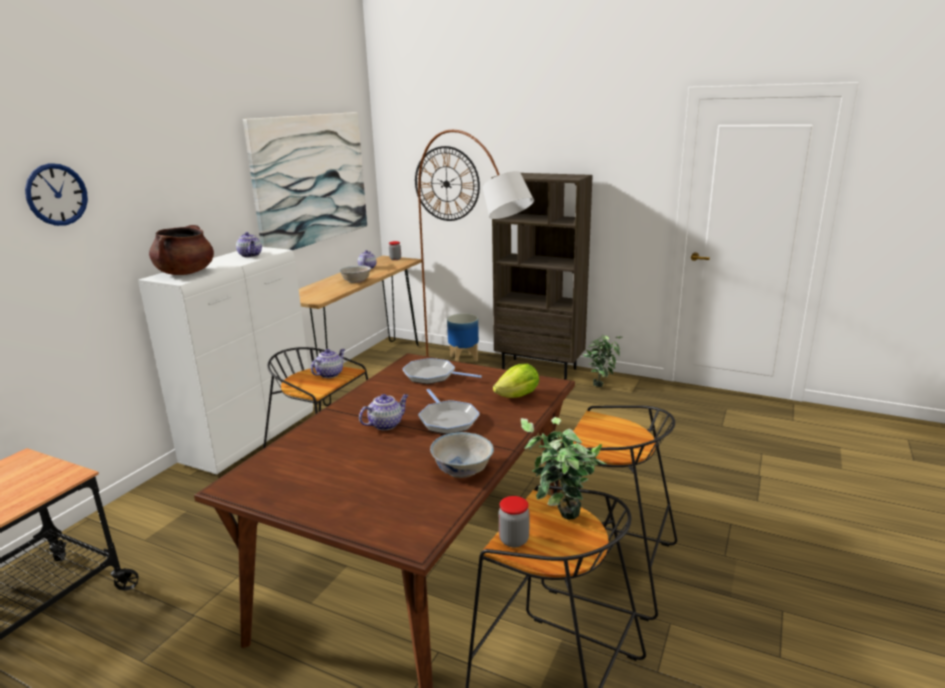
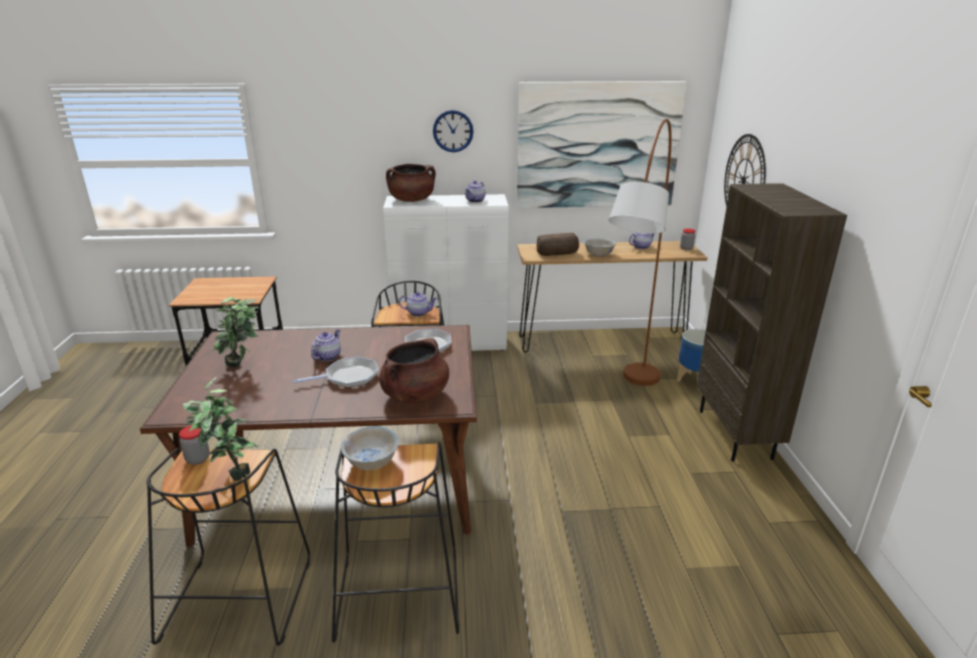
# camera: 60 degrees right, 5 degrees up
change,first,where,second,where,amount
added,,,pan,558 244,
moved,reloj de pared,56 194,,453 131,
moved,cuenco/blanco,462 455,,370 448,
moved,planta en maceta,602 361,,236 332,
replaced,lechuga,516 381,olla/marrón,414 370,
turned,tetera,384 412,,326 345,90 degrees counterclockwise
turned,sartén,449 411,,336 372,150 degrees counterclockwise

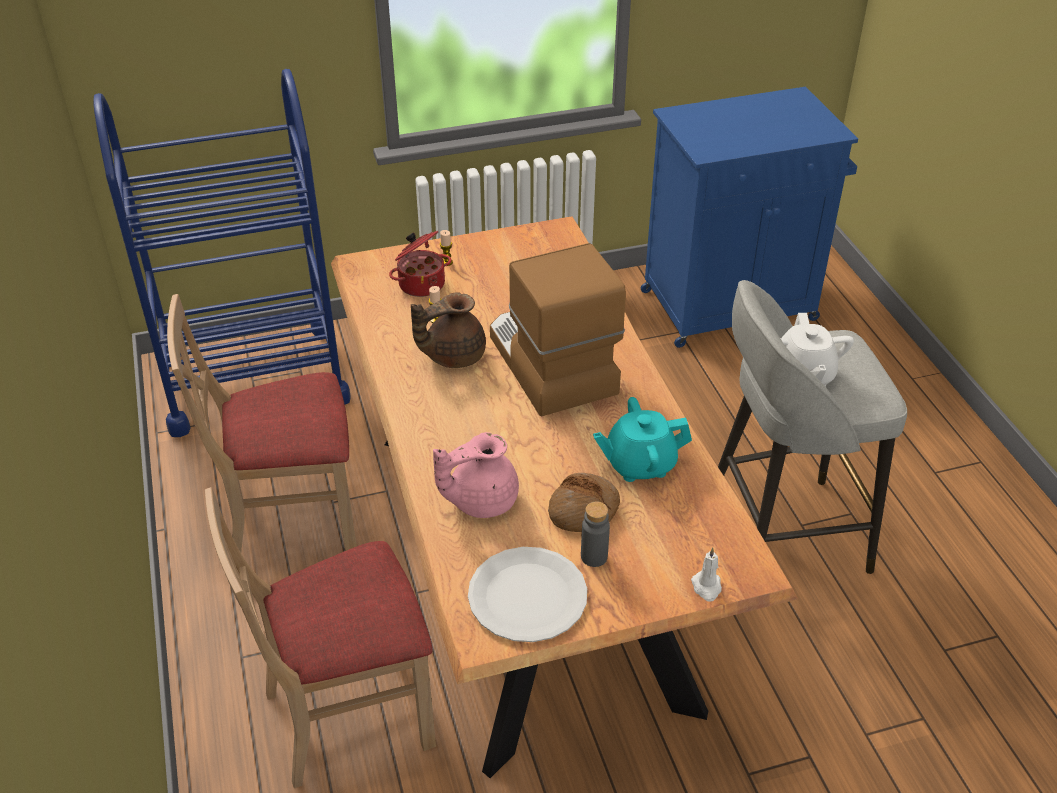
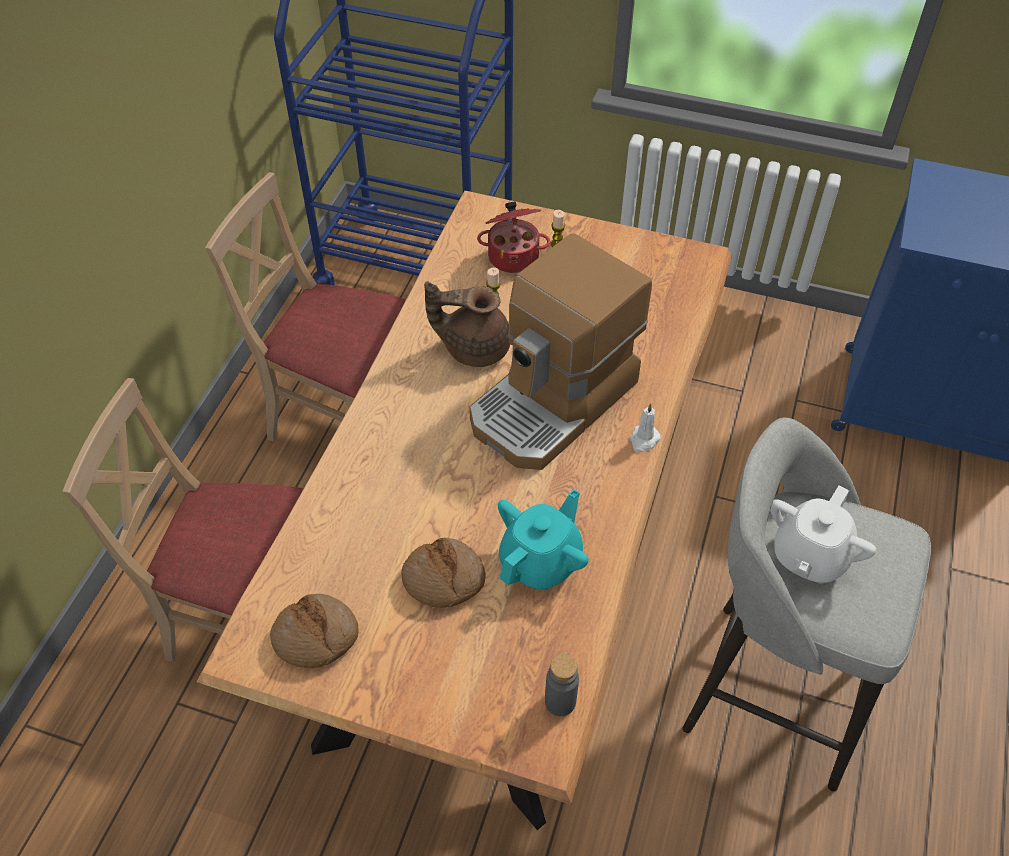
# camera: 35 degrees right, 10 degrees up
change,first,where,second,where,amount
removed,tetera/rosa,476 475,,,
moved,botella/gris,595 534,,562 685,
moved,vela/blanco,706 574,,645 427,
replaced,plato/blanco,527 594,pan,314 631,
turned,cafetera,558 329,,560 351,150 degrees counterclockwise
turned,tetera/turquesa,642 439,,543 539,105 degrees clockwise

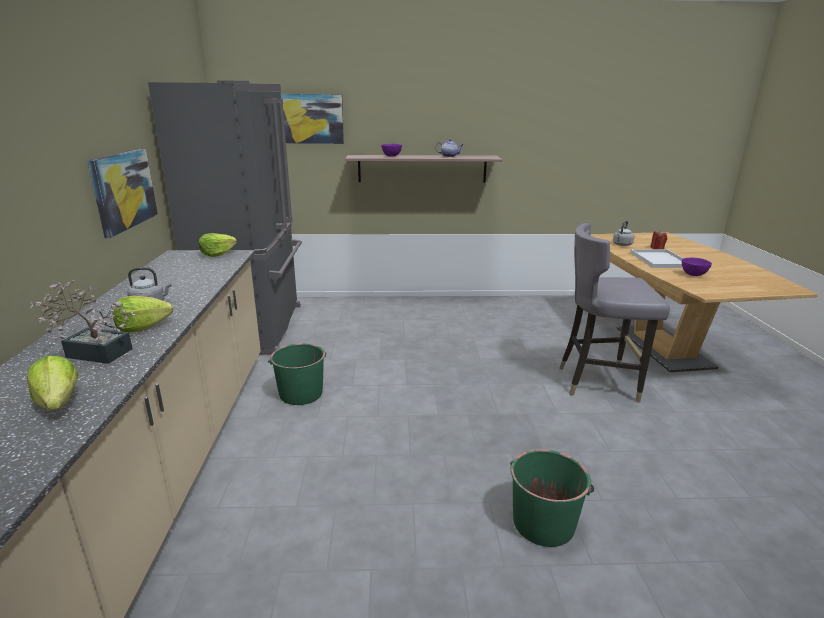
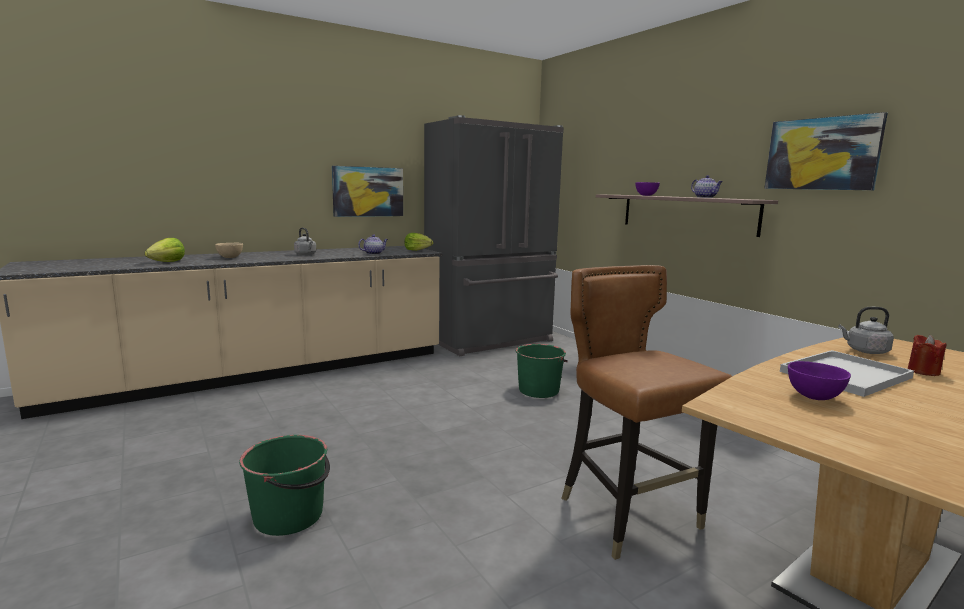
# camera: 60 degrees right, 10 degrees down
change,first,where,second,where,amount
removed,lechuga,142 314,,,
added,,,tetera,373 244,
moved,cubo/verde,297 374,,542 371,
moved,cuadro,312 119,,826 151,
replaced,planta en maceta,83 322,cuenco/beis,229 250,
recoloured,silla/gris,614 313,silla/marrón,646 412,

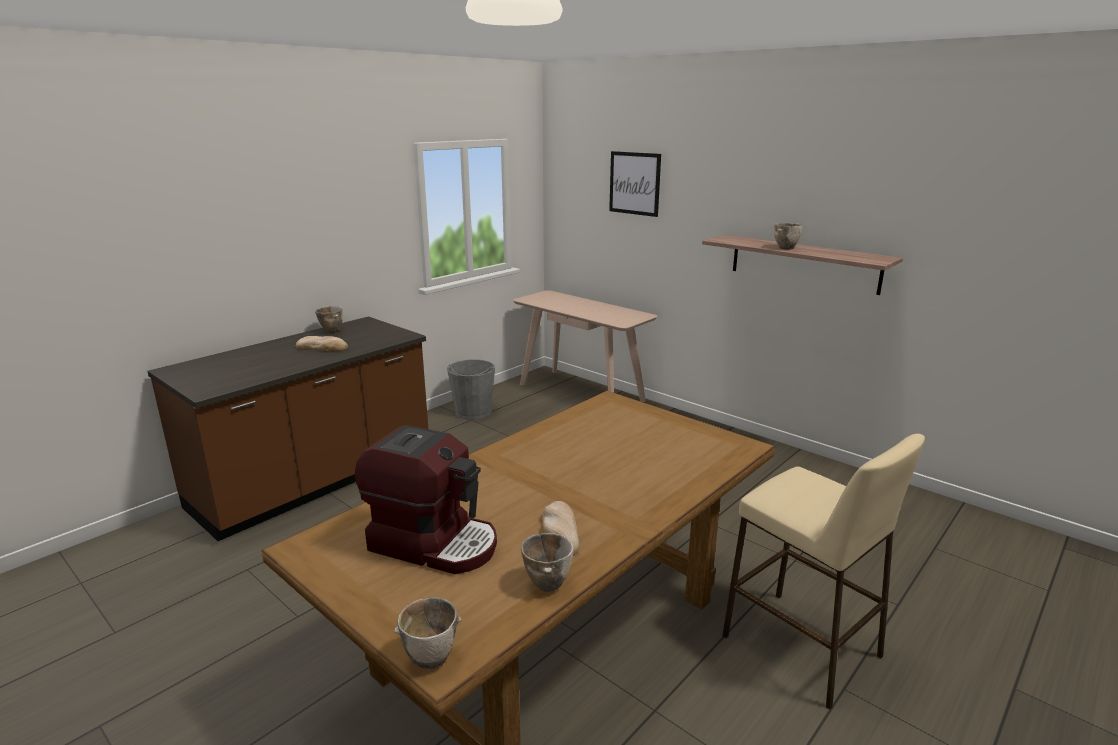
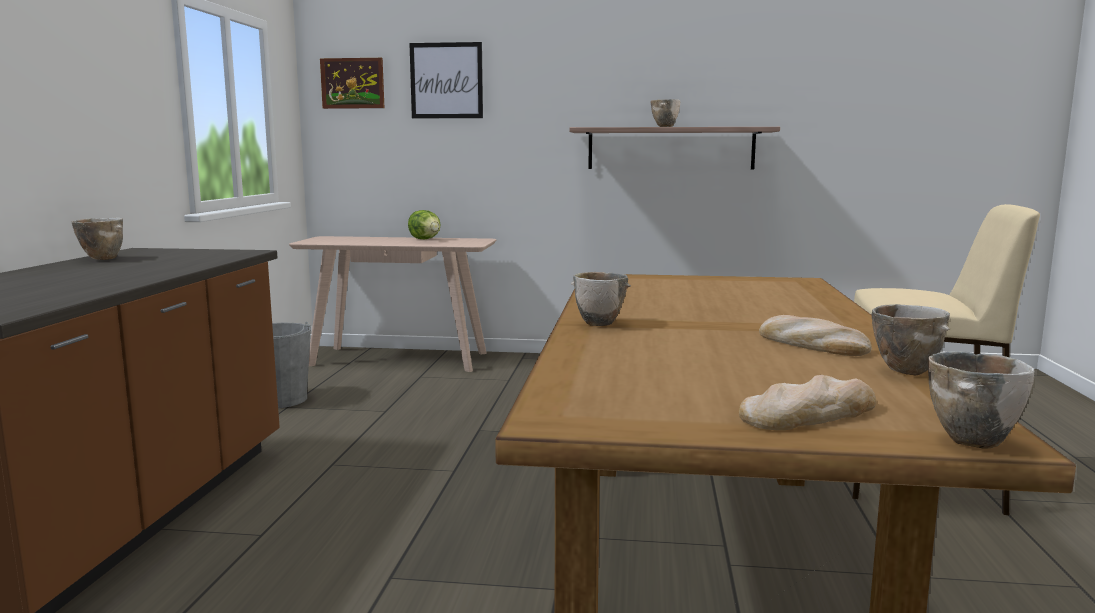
# camera: 35 degrees left, 10 degrees down
change,first,where,second,where,amount
removed,cafetera,426 499,,,
added,,,cuadro,352 83,
added,,,lechuga,424 224,
added,,,cuenco,601 299,
moved,pan,322 343,,807 402,

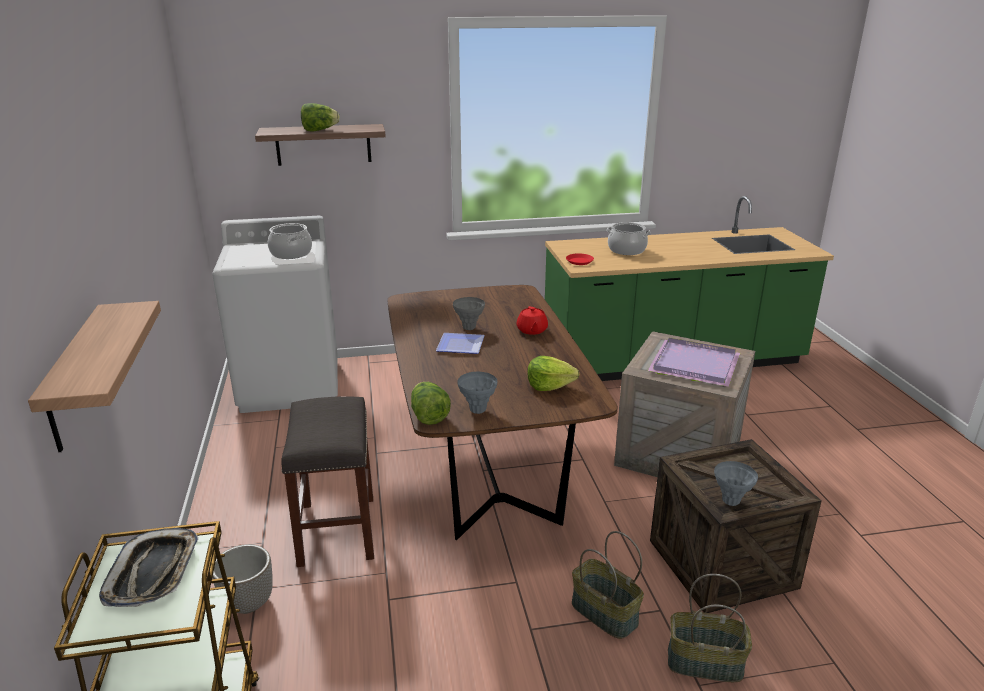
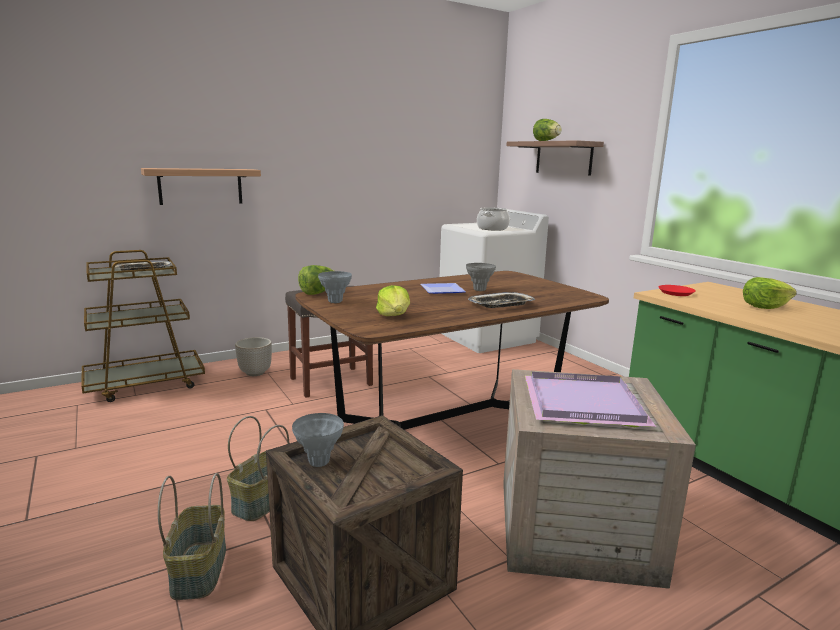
# camera: 70 degrees right, 10 degrees down
change,first,where,second,where,amount
replaced,tetera/rojo,532 320,bandeja,501 300,
replaced,olla,628 238,lechuga,770 293,

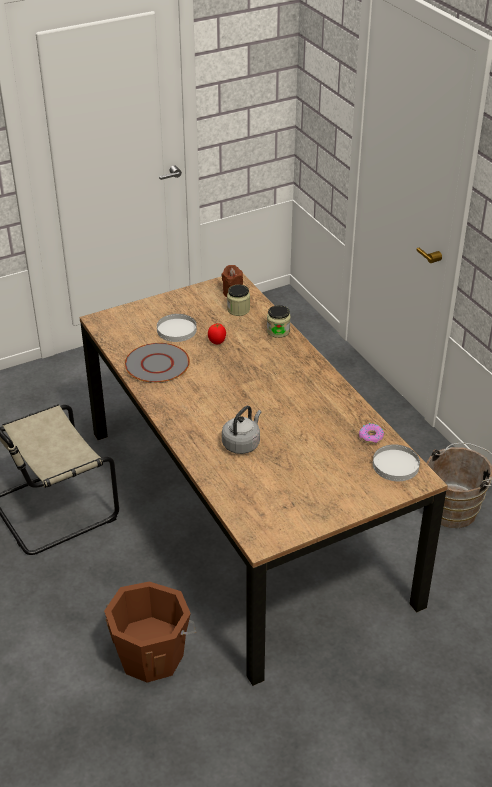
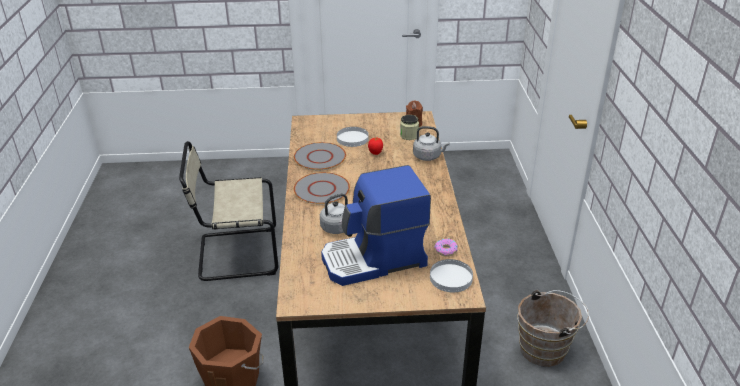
# camera: 25 degrees right, 5 degrees down
change,first,where,second,where,amount
added,,,plato/gris,322 188,
added,,,cafetera,376 225,
replaced,tarro,279 321,hervidor/gris,431 143,

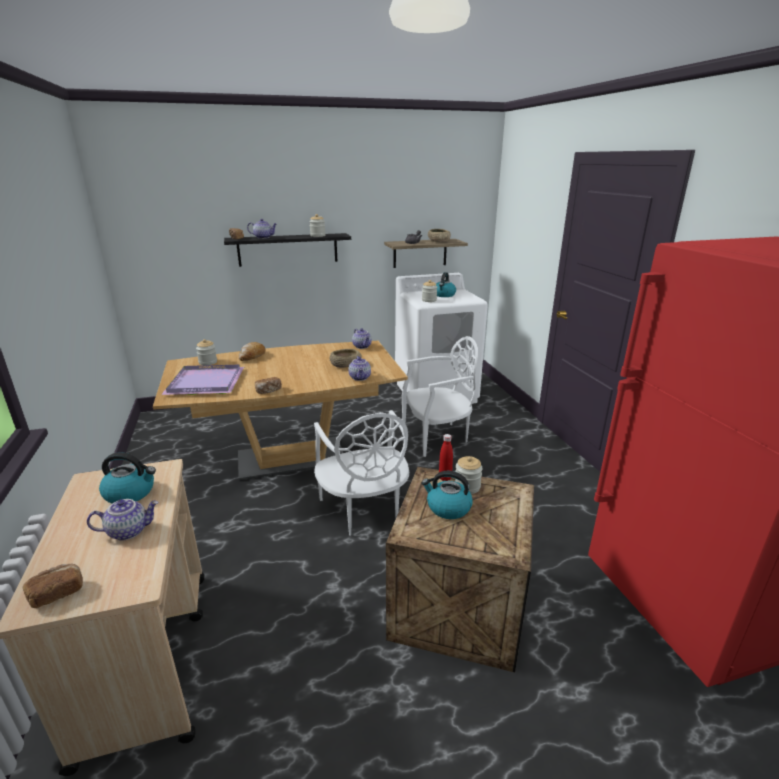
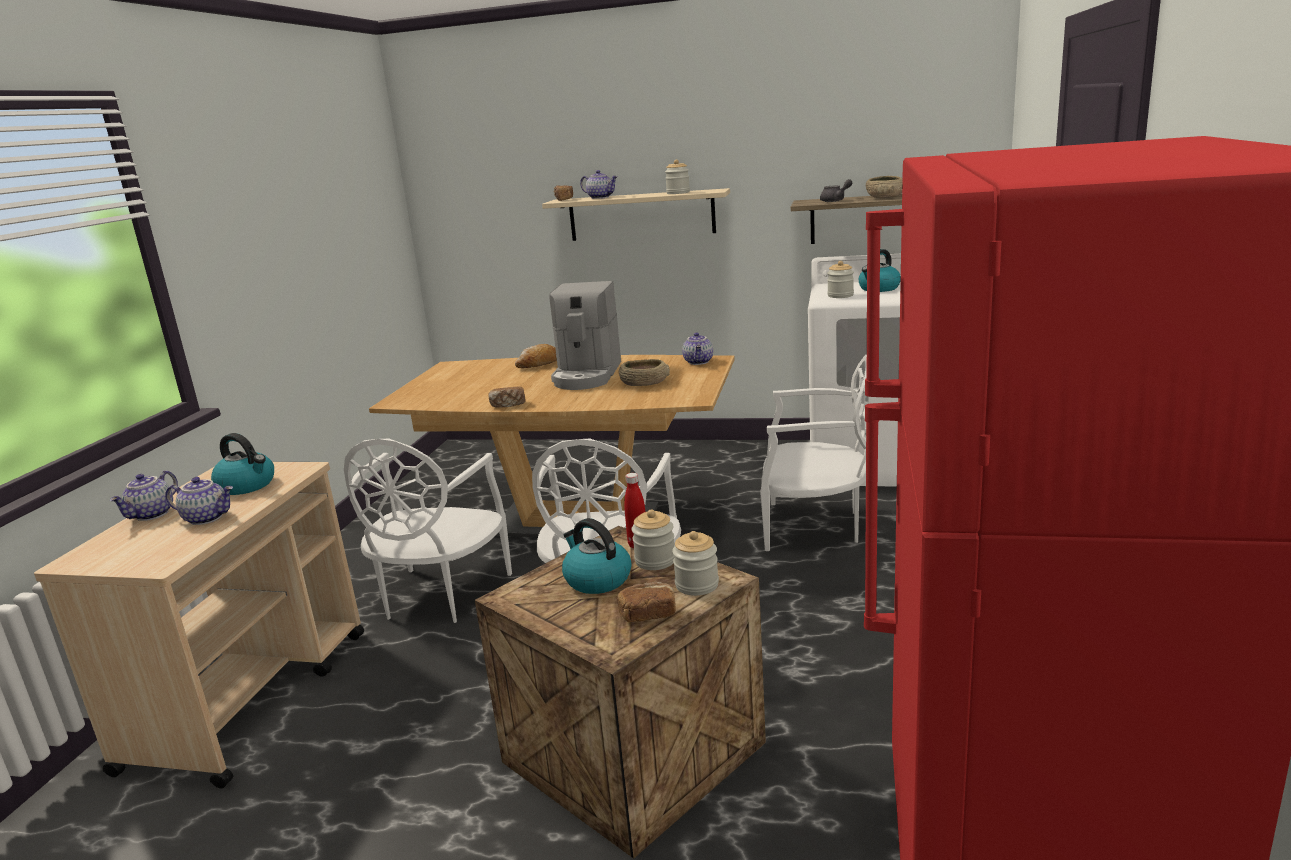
# camera: 30 degrees right, 5 degrees down
change,first,where,second,where,amount
removed,bandeja/morado,202 380,,,
added,,,silla/blanco,428 530,
added,,,cafetera,585 335,
moved,pan,53 586,,646 602,
moved,tarro,206 352,,695 563,
moved,tetera,359 368,,144 495,
recoloured,estante/negro,287 250,estante/beis,636 214,

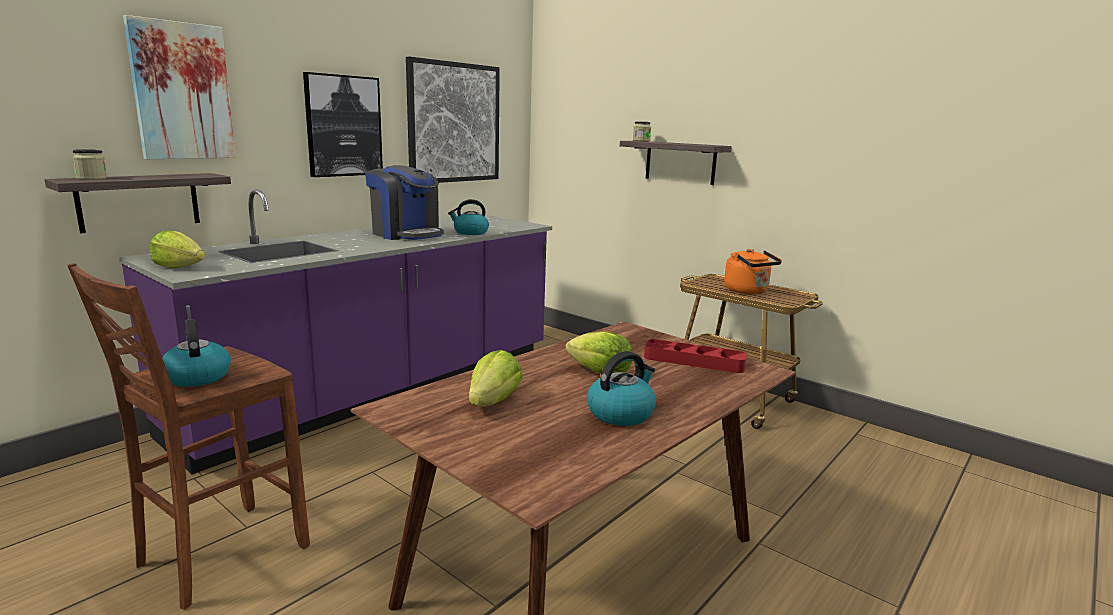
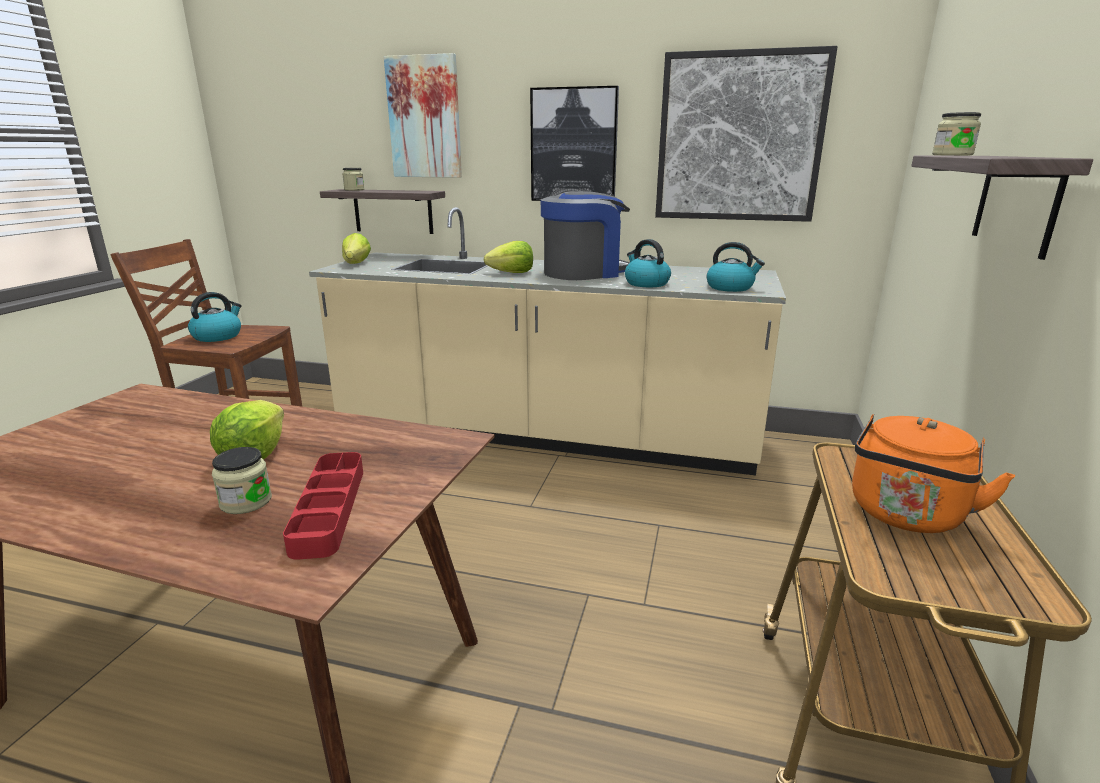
# camera: 65 degrees right, 5 degrees up
change,first,where,second,where,amount
added,,,tarro,242 480,
moved,lechuga,496 378,,508 257,
moved,hervidor,621 388,,736 267,
recoloured,mueble bajo de cocina/morado,335 331,mueble bajo de cocina/beis,547 341,
turned,cafetera,404 202,,585 235,135 degrees counterclockwise

